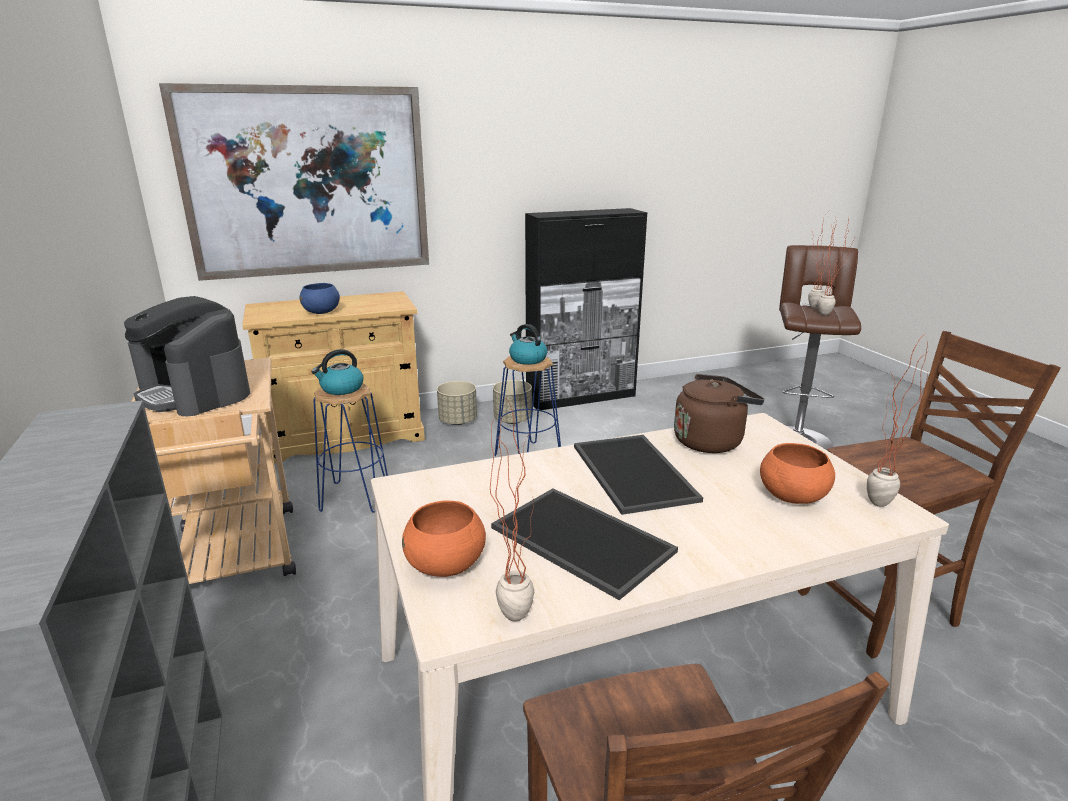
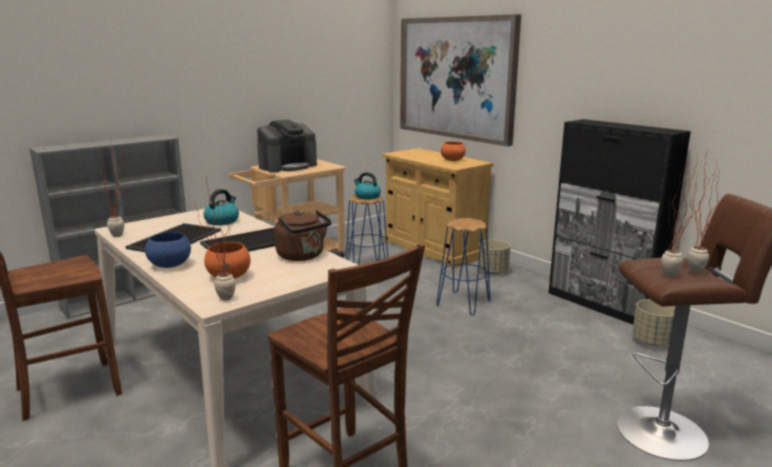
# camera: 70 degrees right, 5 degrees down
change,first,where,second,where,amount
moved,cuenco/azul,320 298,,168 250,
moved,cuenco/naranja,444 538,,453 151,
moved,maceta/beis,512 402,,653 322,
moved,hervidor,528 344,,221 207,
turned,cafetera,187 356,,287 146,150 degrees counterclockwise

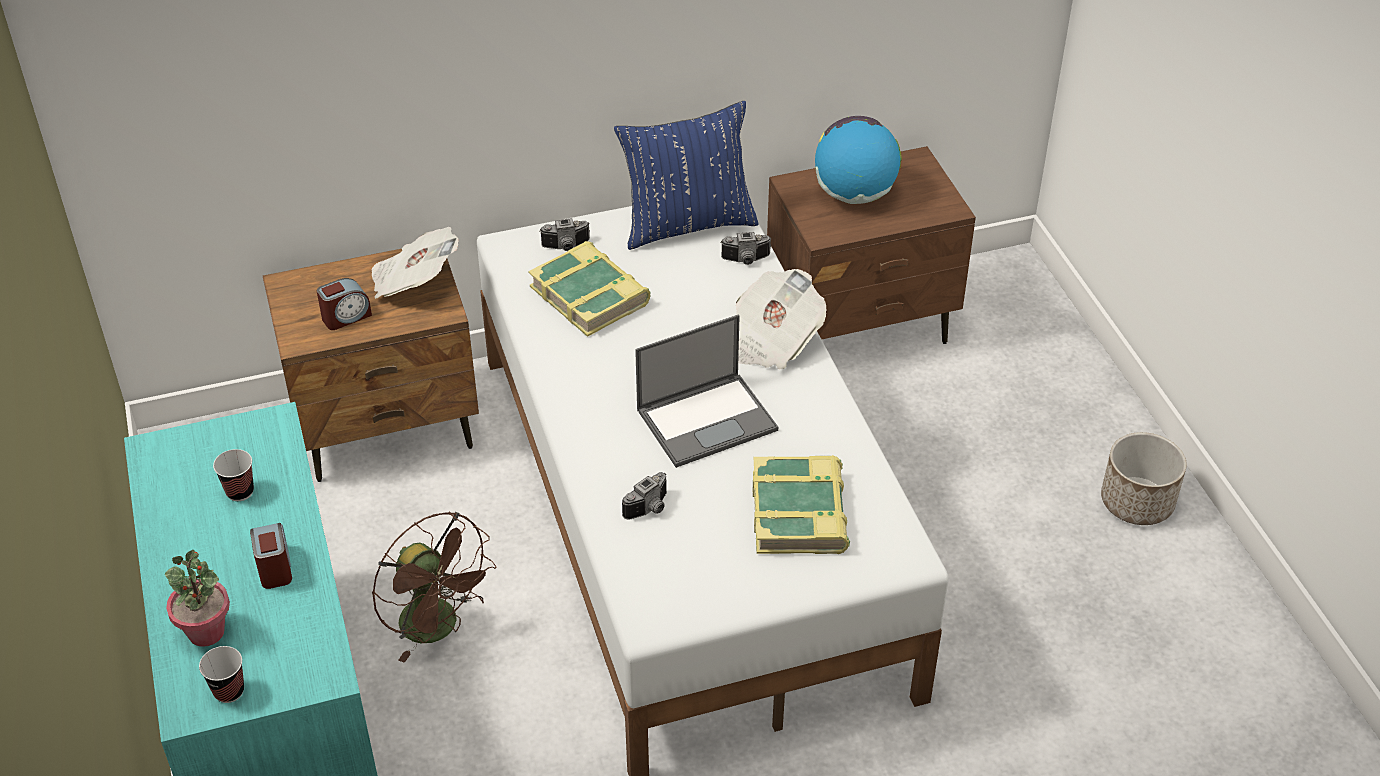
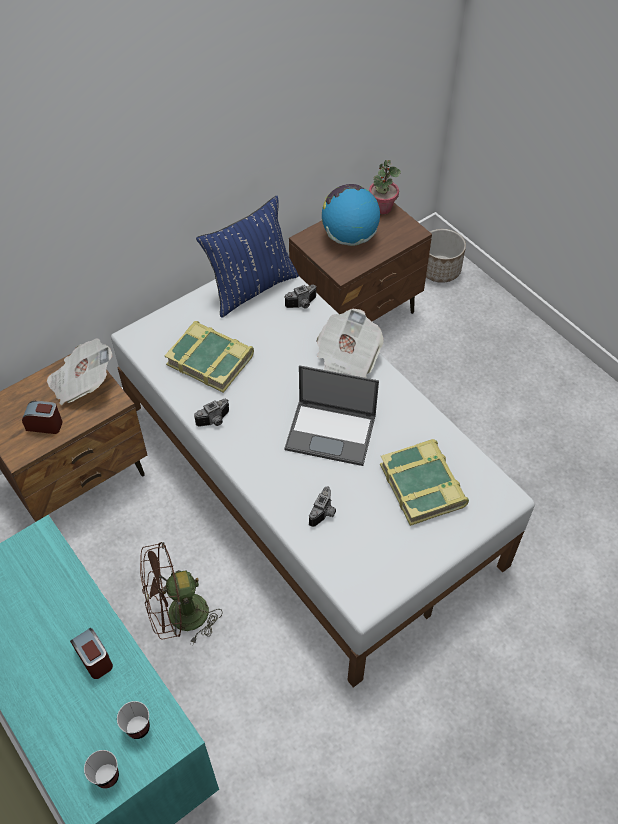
# camera: 20 degrees left, 10 degrees up
change,first,where,second,where,amount
moved,planta en maceta,197 598,,385 187,
moved,taza,233 475,,133 720,
moved,cámara,564 234,,211 412,
moved,maceta,1144 478,,446 256,
turned,despertador,344 304,,42 417,120 degrees counterclockwise
turned,ventilador/marrón,434 587,,181 593,135 degrees clockwise
turned,portátil,706 391,,331 415,60 degrees clockwise

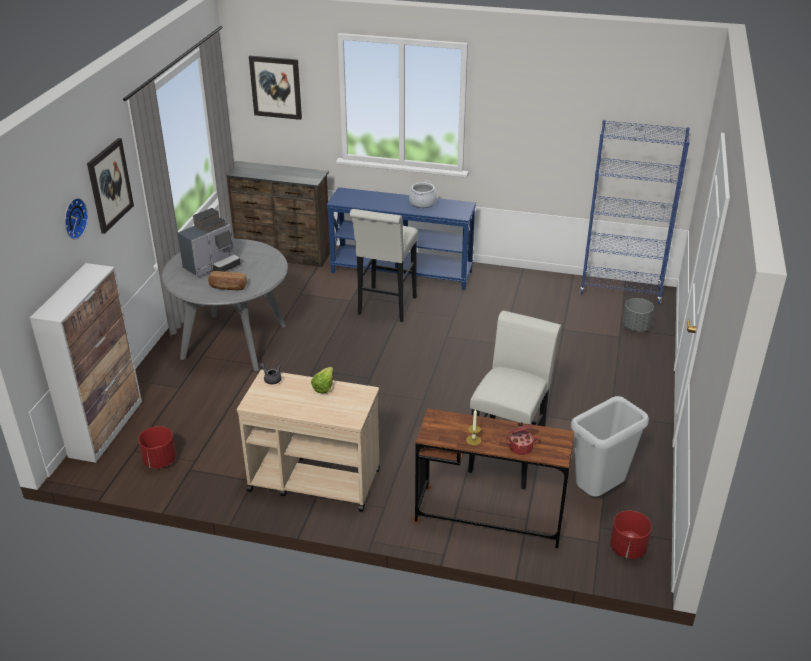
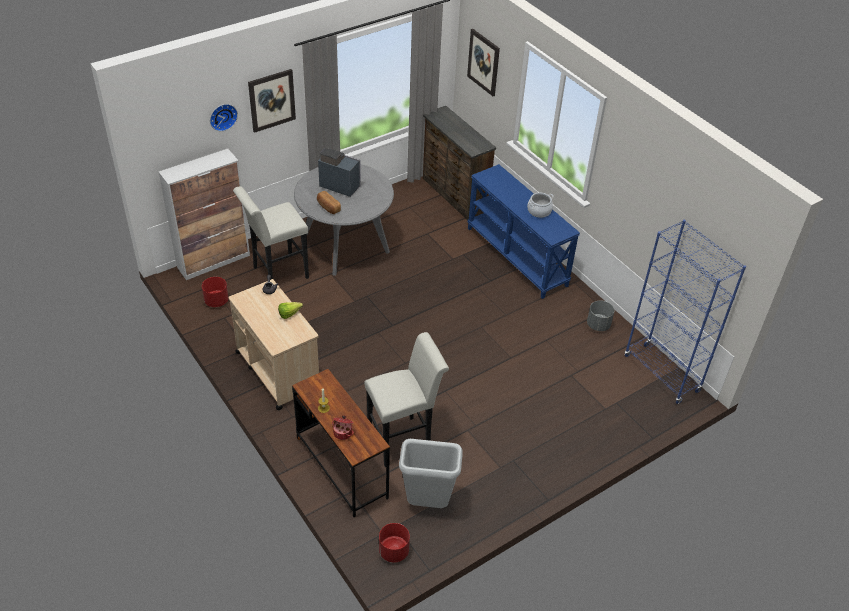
# camera: 40 degrees right, 10 degrees up
change,first,where,second,where,amount
moved,taburete/blanco,383 265,,271 233,
moved,maceta/gris,638 315,,601 315,
turned,cafetera,209 242,,339 172,150 degrees counterclockwise

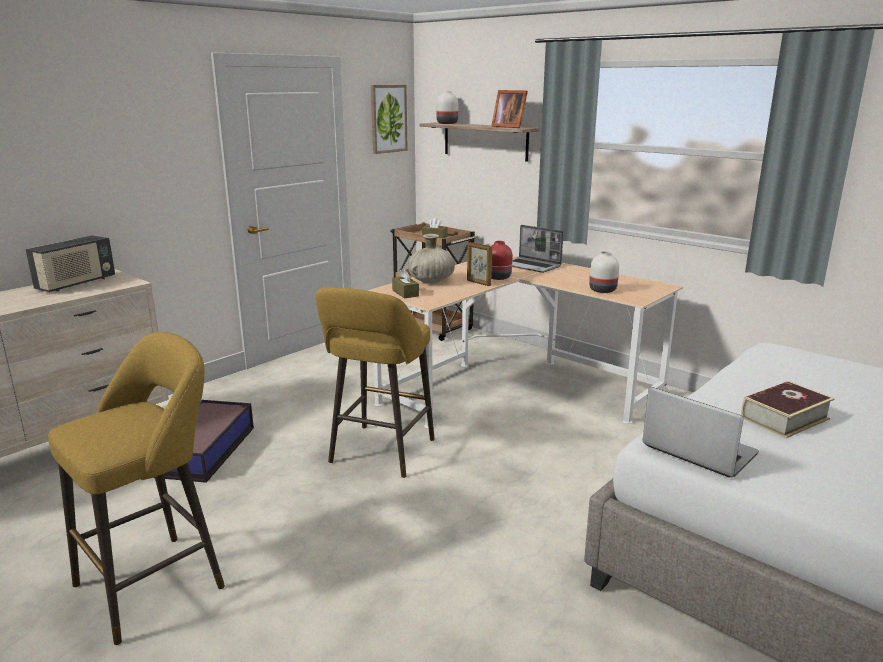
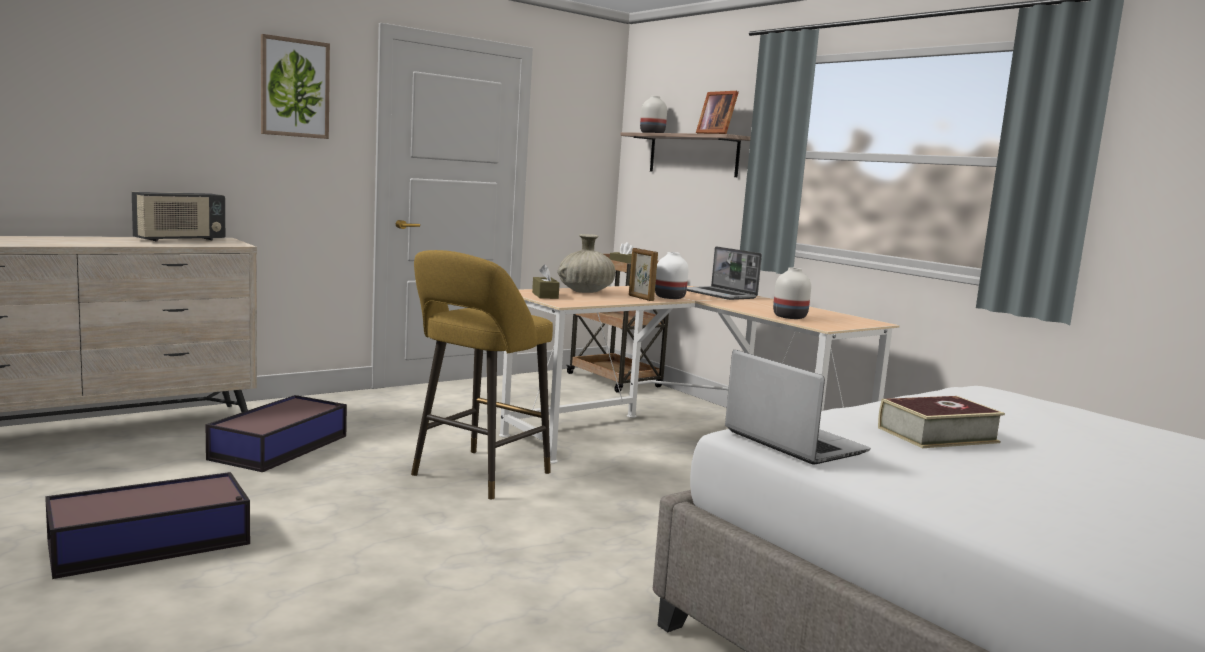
# camera: 10 degrees right, 10 degrees down
change,first,where,second,where,amount
moved,cuadro,389 119,,295 86,
replaced,taburete/amarillo,136 488,caja de almacenaje,147 525,
recoloured,florero/rojo,501 260,florero/blanco,671 275,

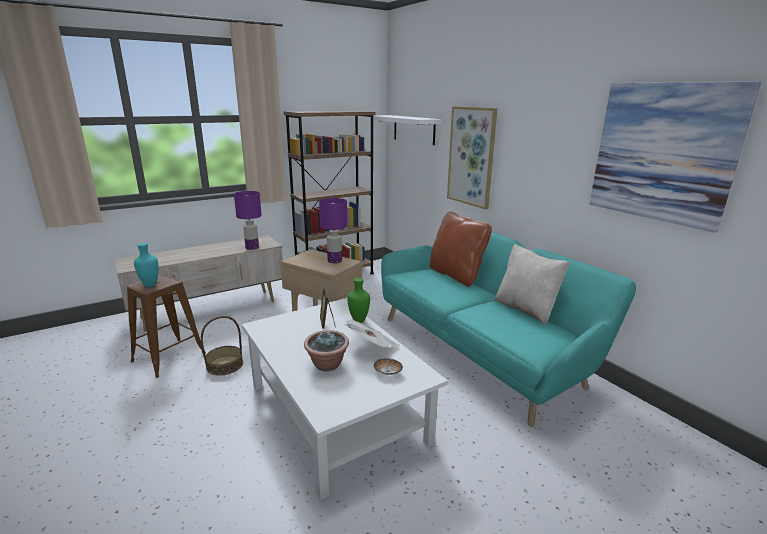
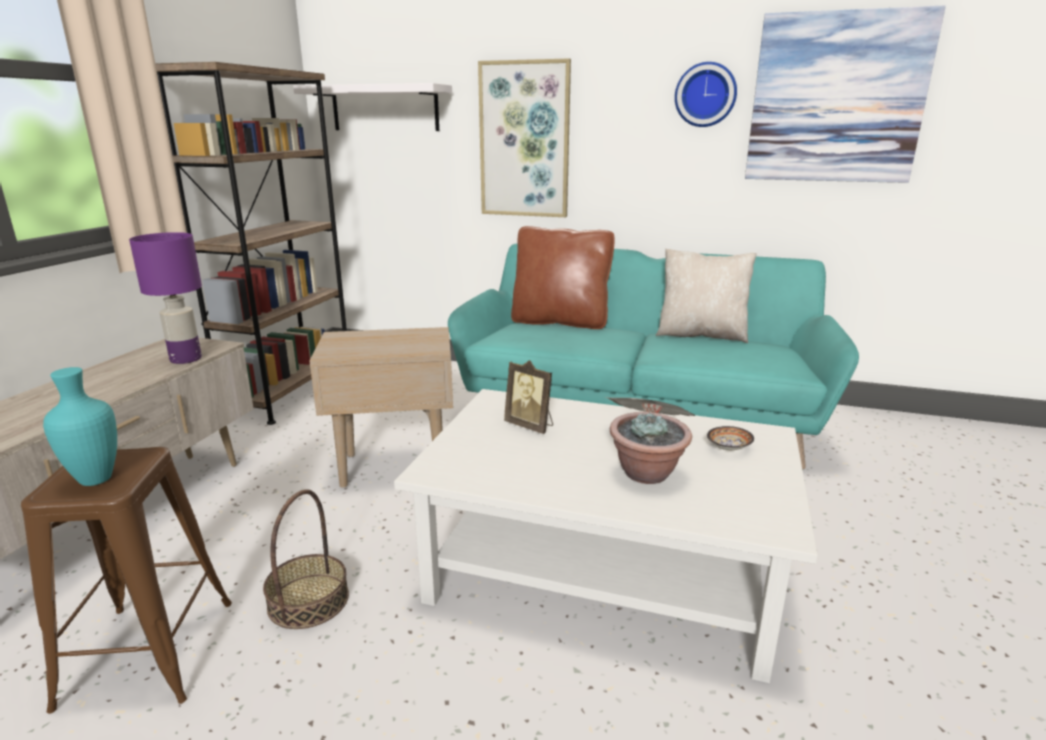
# camera: 40 degrees left, 0 degrees up
change,first,where,second,where,amount
removed,lámpara de mesa/morado,333 230,,,
removed,florero/verde,359 300,,,
added,,,reloj de pared,706 94,

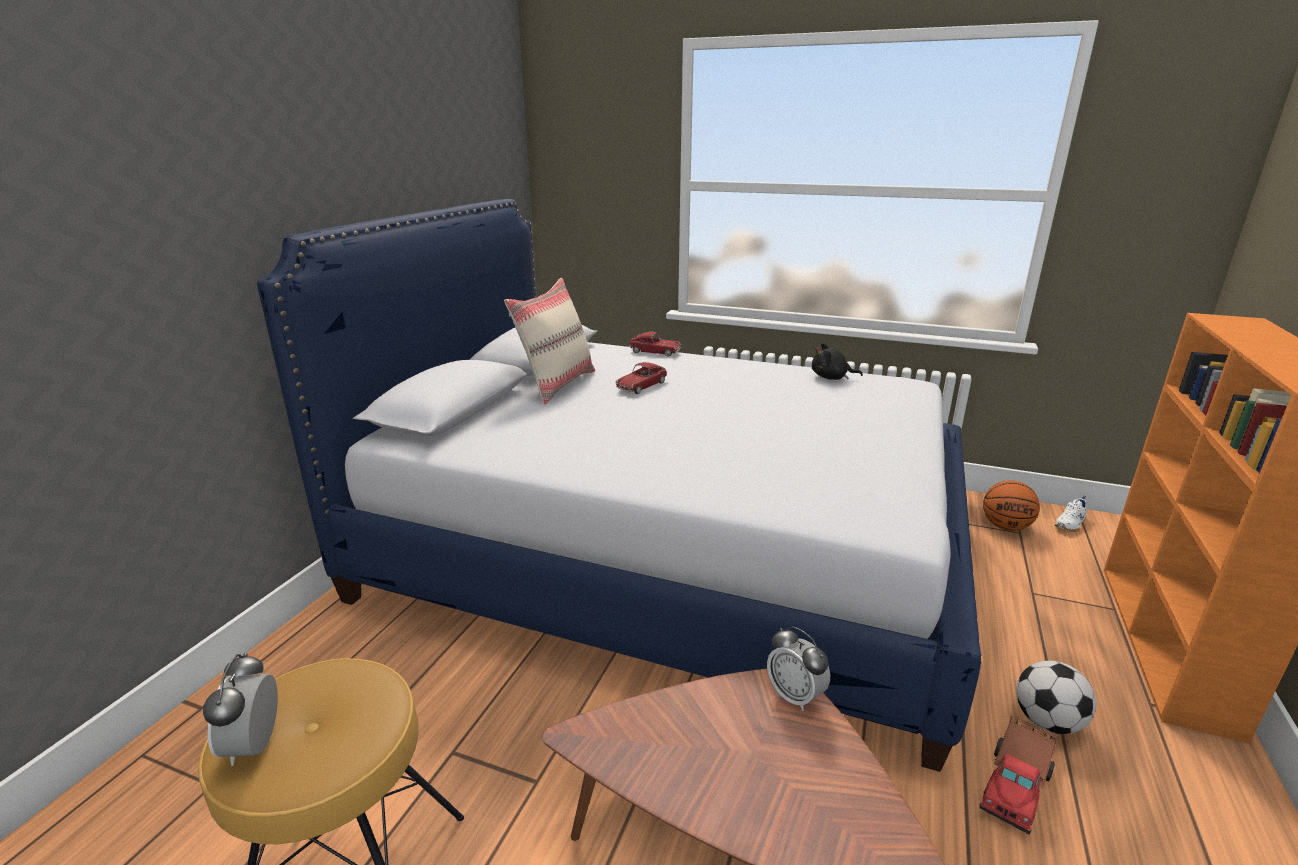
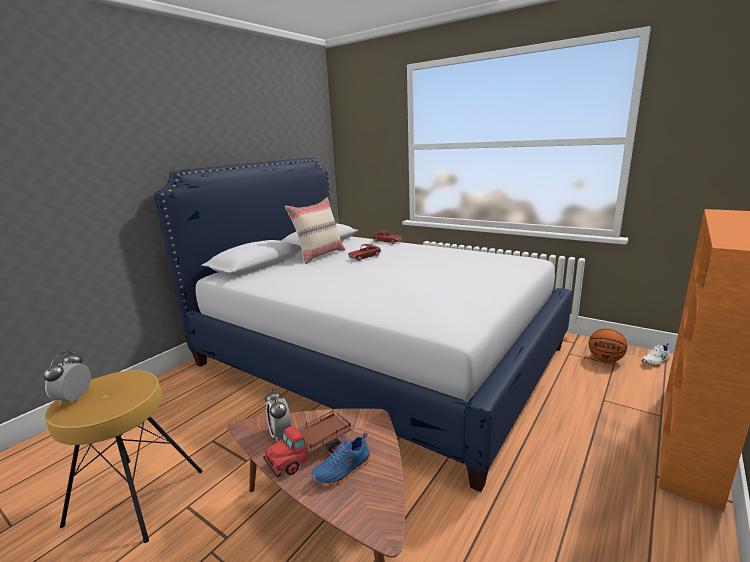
# camera: 15 degrees right, 5 degrees down
change,first,where,second,where,amount
removed,peluche/negro,837 361,,,
removed,balón de fútbol,1056 697,,,
added,,,zapato/azul,341 459,
moved,despertador,798 668,,278 415,
moved,camión de juguete,1019 775,,307 443,

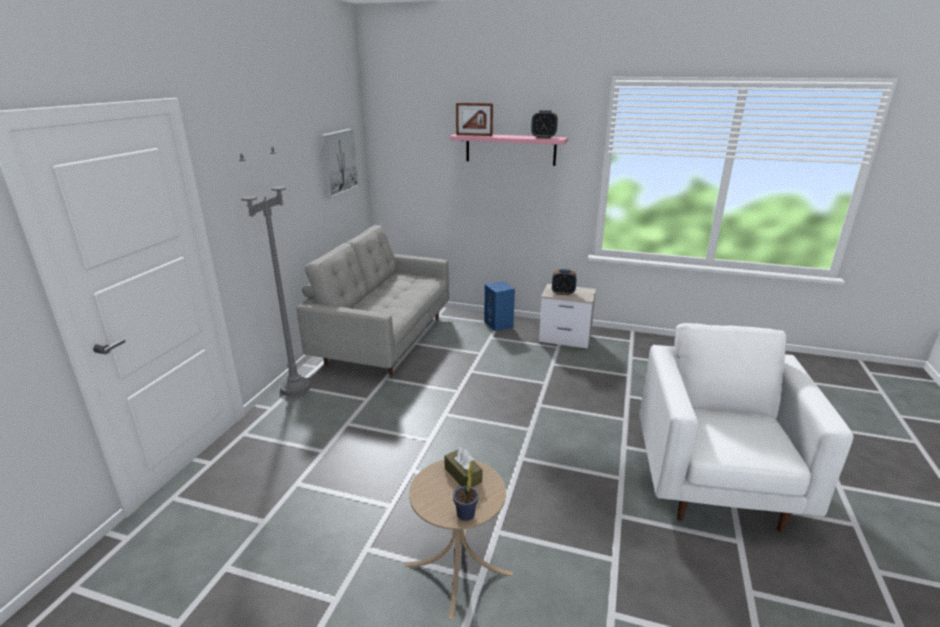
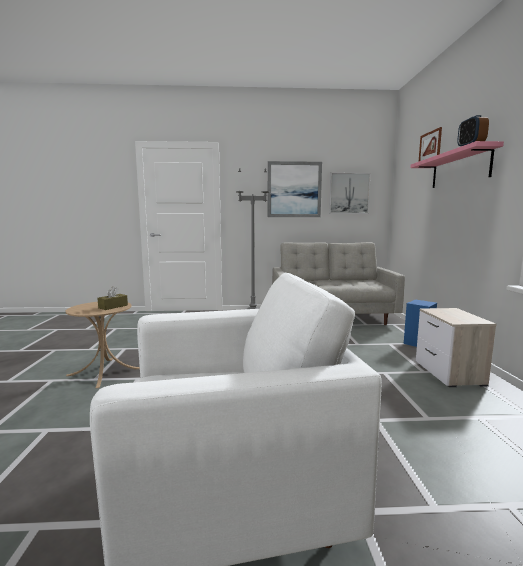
# camera: 70 degrees right, 15 degrees down
change,first,where,second,where,amount
removed,planta en maceta,466 491,,,
removed,despertador,564 282,,,
added,,,cuadro,295 189,

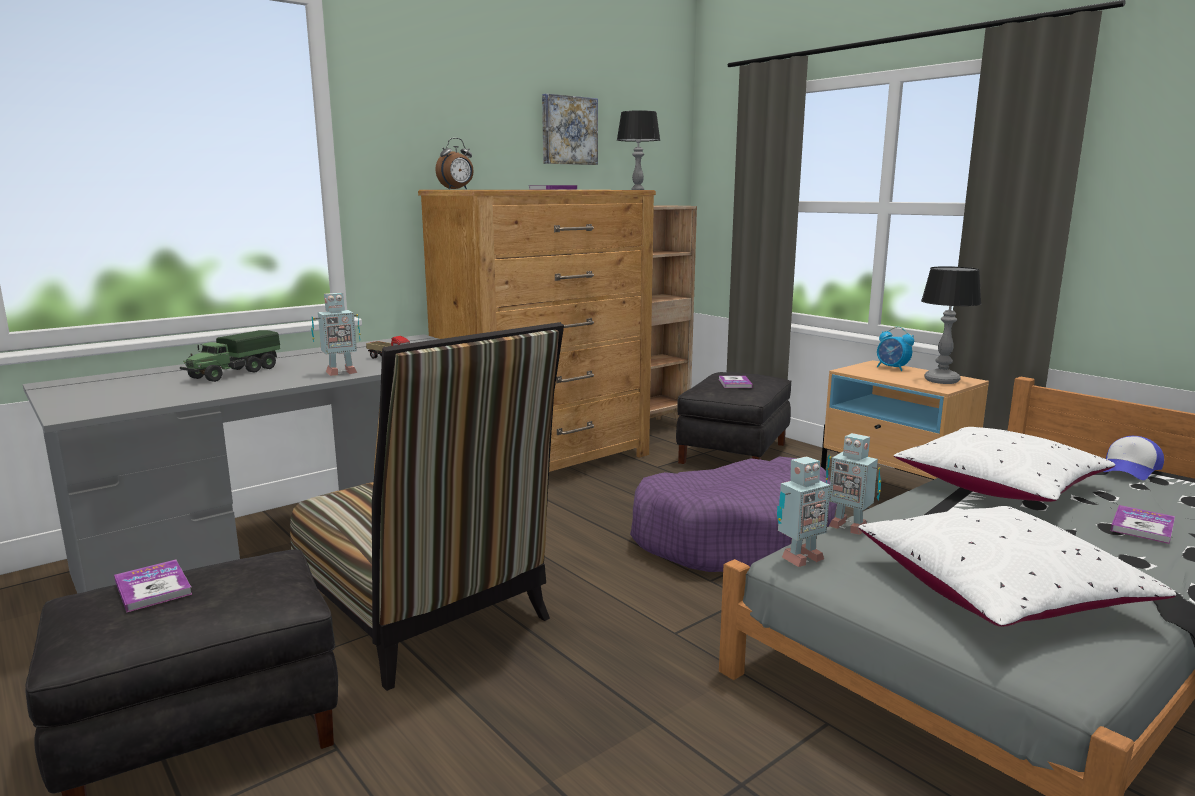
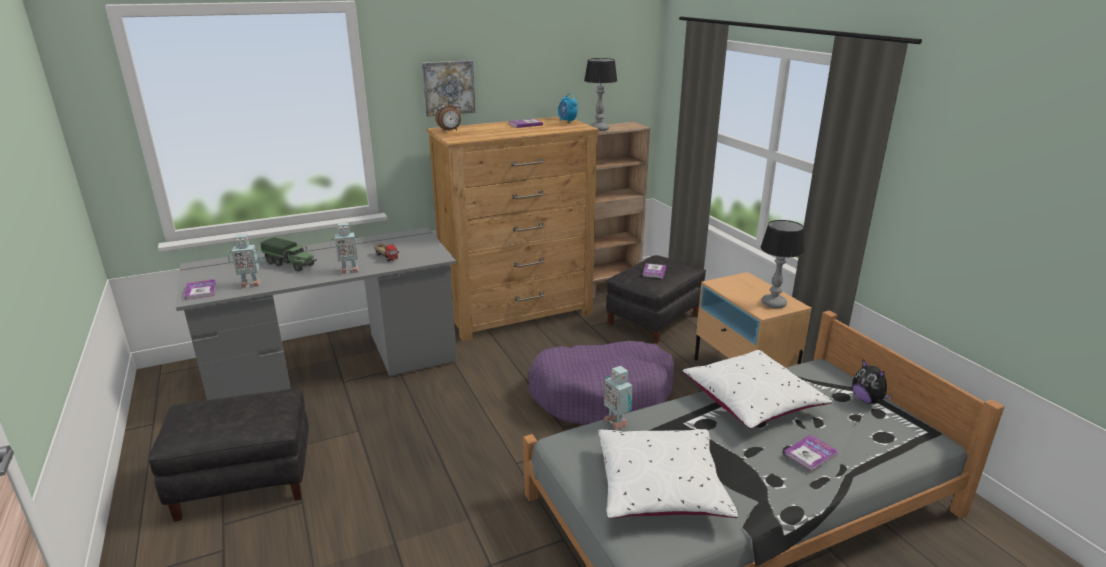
# camera: 15 degrees right, 10 degrees up
change,first,where,second,where,amount
removed,silla,427 507,,,
moved,libro,153 586,,200 289,
moved,cuadro,570 129,,448 88,
moved,robot de juguete,803 511,,244 261,
moved,despertador,895 349,,568 108,
replaced,gorra,1133 458,peluche,872 381,
turned,camión de juguete,230 356,,289 254,105 degrees counterclockwise

